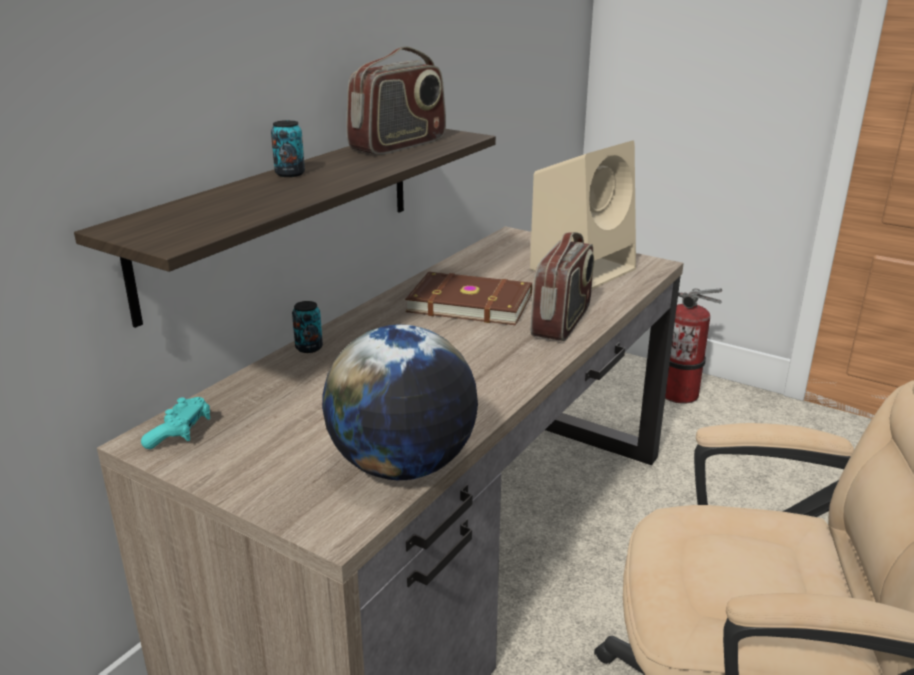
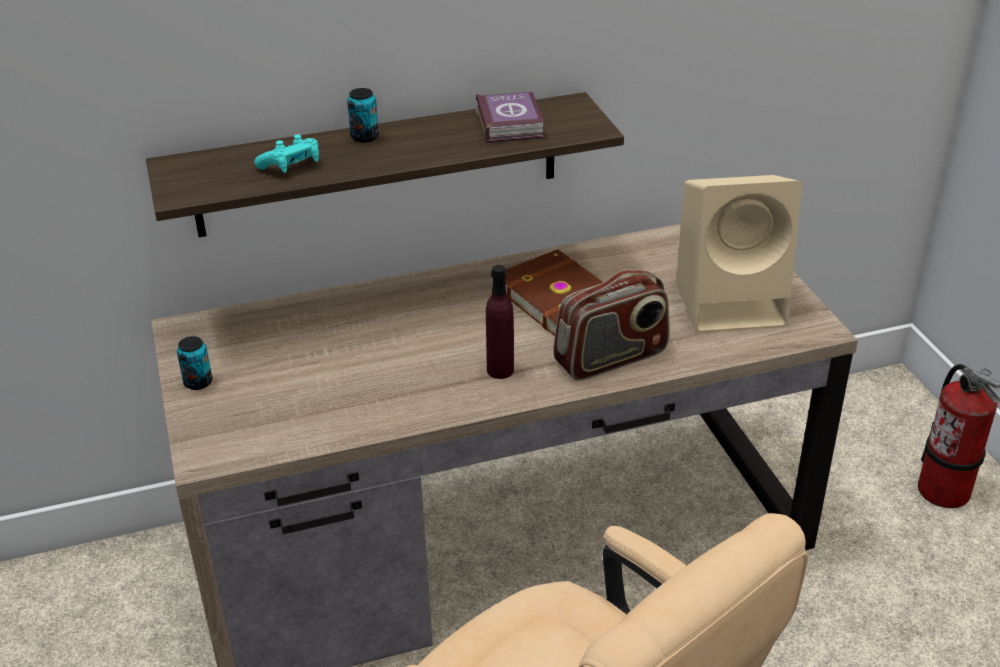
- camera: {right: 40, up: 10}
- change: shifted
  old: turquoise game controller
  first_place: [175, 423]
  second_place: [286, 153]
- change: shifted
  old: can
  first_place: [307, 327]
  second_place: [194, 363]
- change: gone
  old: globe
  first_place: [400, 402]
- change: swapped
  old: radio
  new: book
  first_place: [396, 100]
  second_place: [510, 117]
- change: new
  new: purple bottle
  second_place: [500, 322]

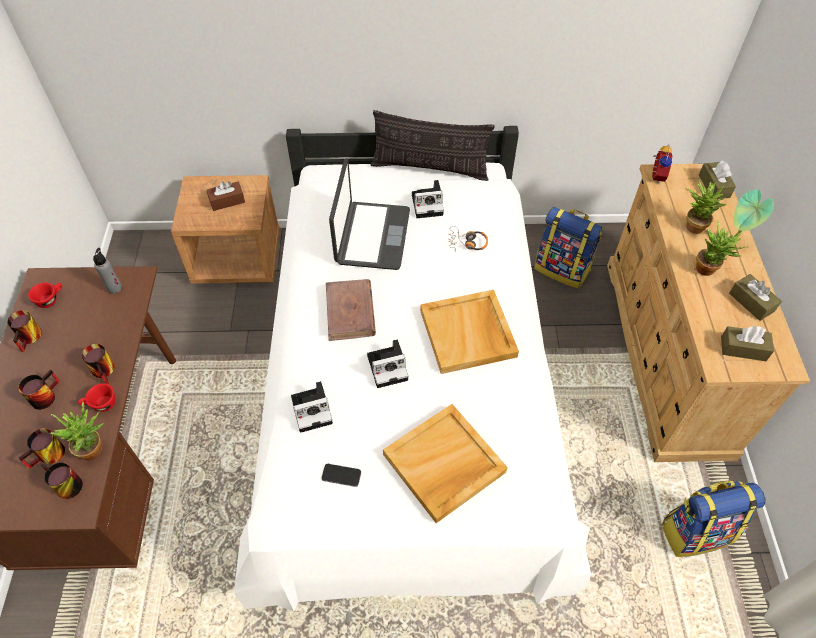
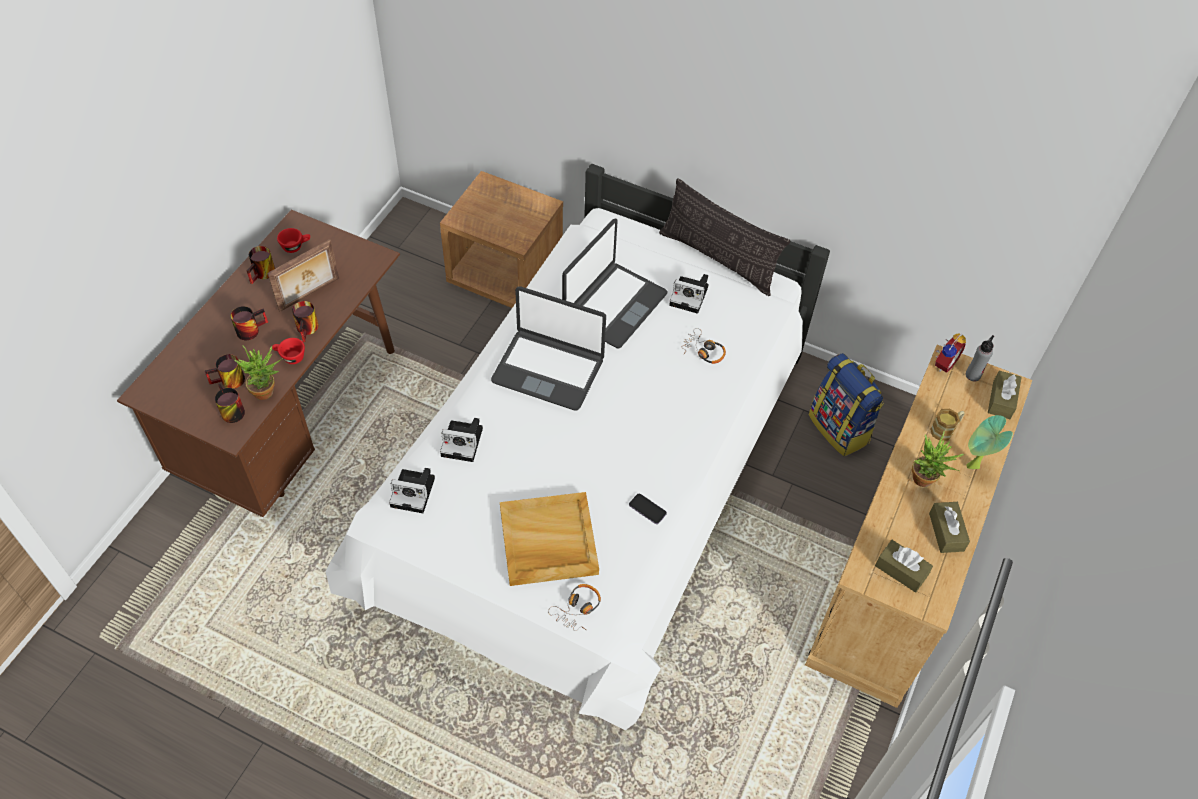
- camera: {right: 25, up: 0}
- change: shifted
  old: grey bottle
  first_place: [107, 271]
  second_place: [980, 358]
- change: gone
  old: brown tissue box
  first_place: [226, 196]
- change: shifted
  old: phone
  first_place: [341, 475]
  second_place: [648, 509]
- change: swapped
  old: brown book
  new: laptop
  first_place: [351, 310]
  second_place: [548, 348]
- change: shifted
  old: photo camera
  first_place: [387, 363]
  second_place: [412, 490]
- change: gone
  old: beige tray
  first_place: [469, 332]
- change: gone
  old: backpack
  first_place: [713, 518]
- change: swapped
  old: potted plant
  new: mug
  first_place: [706, 206]
  second_place: [947, 425]
- change: new
  new: picture frame
  second_place: [303, 275]
- change: new
  new: headphones
  second_place: [574, 607]

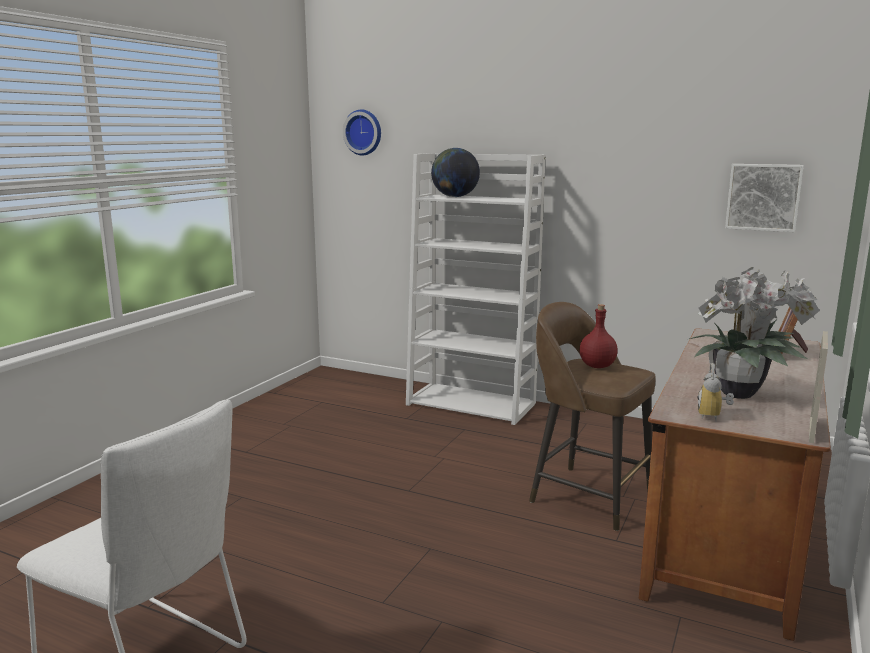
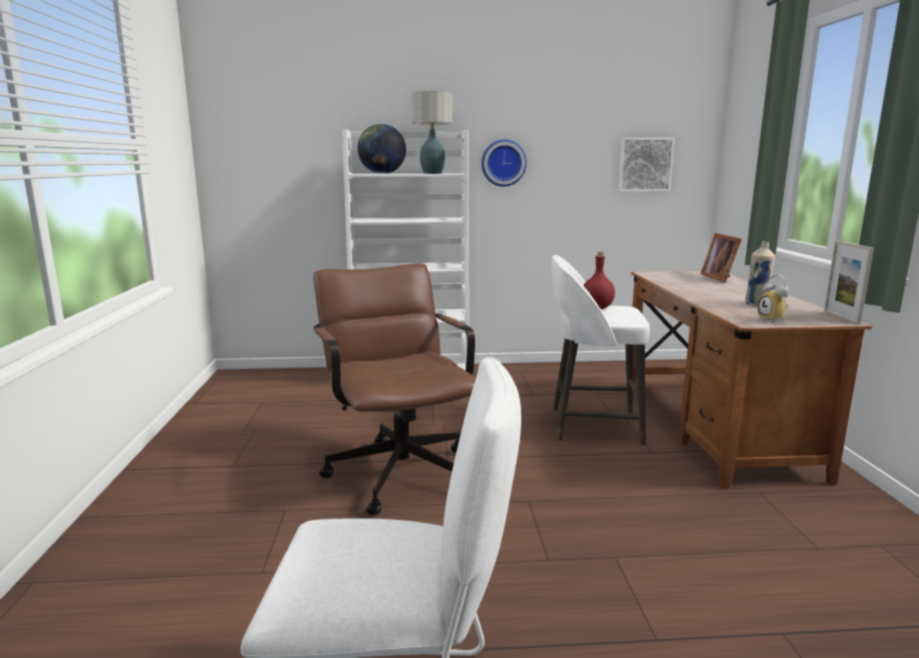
- camera: {right: -30, up: 0}
- change: shifted
  old: wall clock
  first_place: [362, 132]
  second_place: [504, 163]
- change: repainted
  old: brown stool
  new: white stool
  first_place: [592, 416]
  second_place: [600, 350]
- change: swapped
  old: potted plant
  new: beige bottle
  first_place: [754, 333]
  second_place: [760, 273]
- change: new
  new: brown office chair
  second_place: [394, 389]
- change: new
  new: table lamp
  second_place: [432, 132]

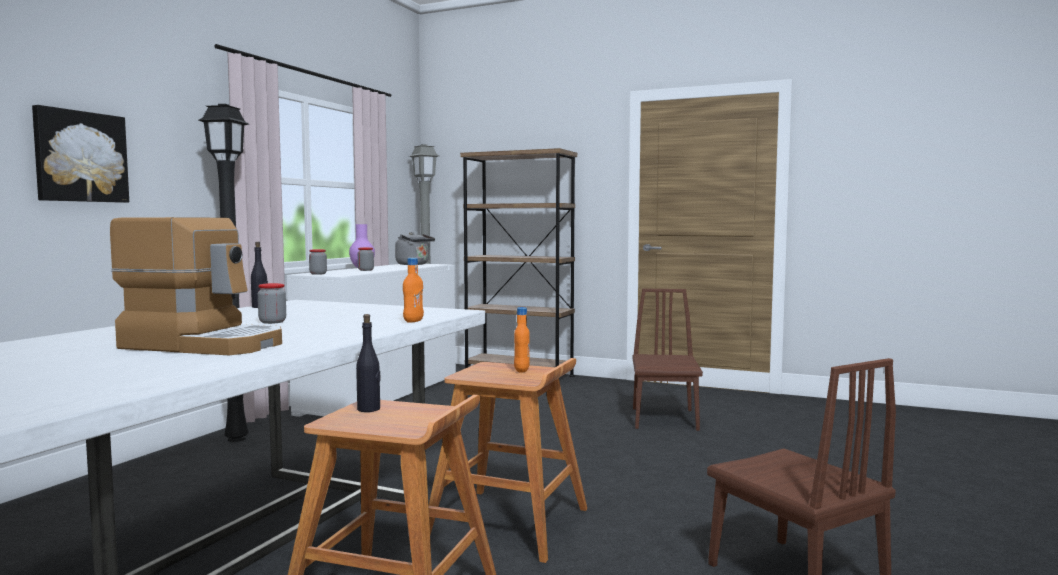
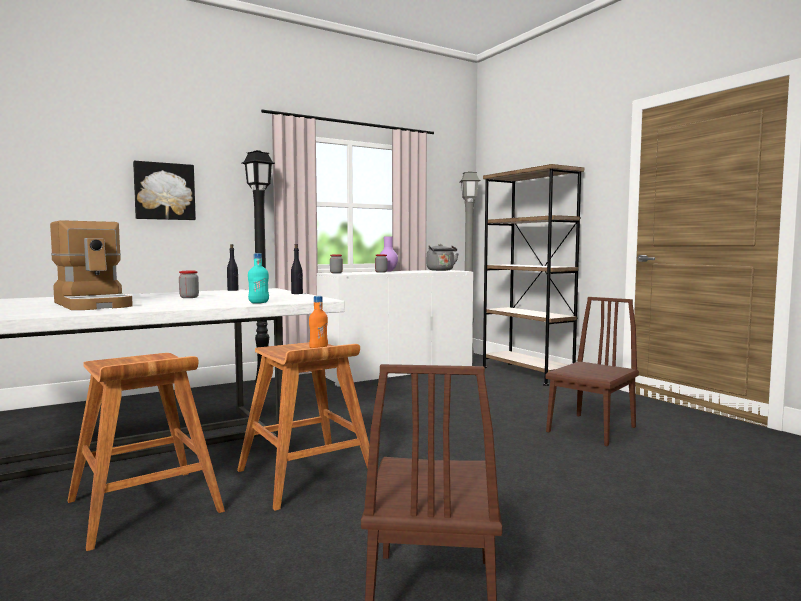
- camera: {right: 35, up: 0}
- change: shifted
  old: black bottle
  first_place: [368, 363]
  second_place: [297, 269]
- change: repainted
  old: orange bottle
  new: turquoise bottle
  first_place: [413, 290]
  second_place: [258, 278]

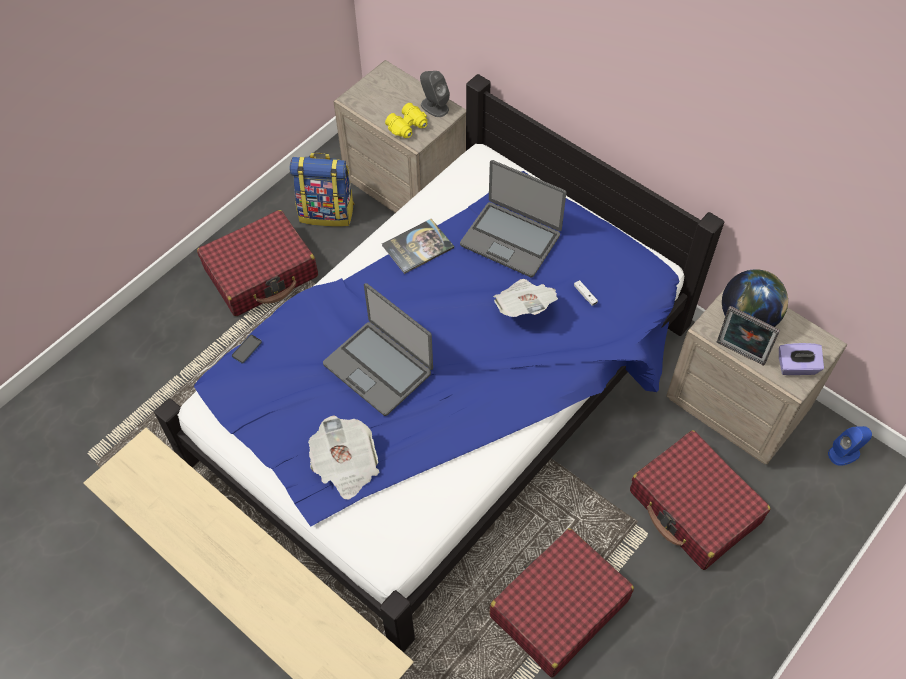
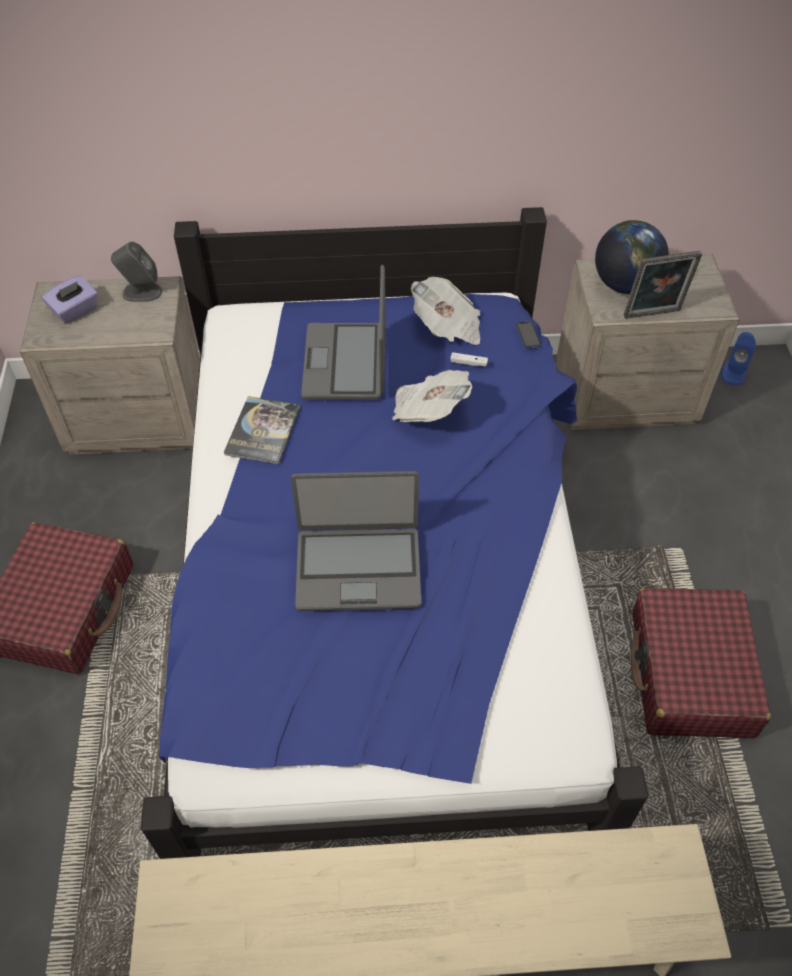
- camera: {right: -45, up: -5}
- change: shifted
  old: phone
  first_place: [247, 349]
  second_place: [528, 334]
- change: gone
  old: backpack
  first_place: [321, 190]
- change: shifted
  old: newspaper
  first_place: [343, 457]
  second_place: [445, 311]
- change: gone
  old: yellow binoculars
  first_place: [406, 120]
- change: rotated
  old: laptop
  first_place: [513, 219]
  second_place: [343, 332]
  degrees: 105
- change: gone
  old: red suitcase
  first_place: [700, 500]
- change: shifted
  old: purple tissue box
  first_place: [801, 359]
  second_place: [70, 299]

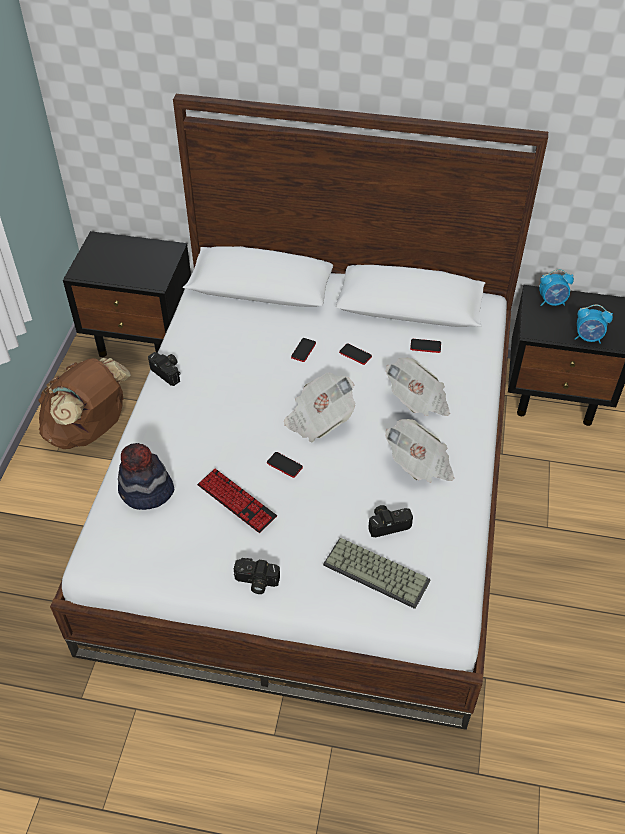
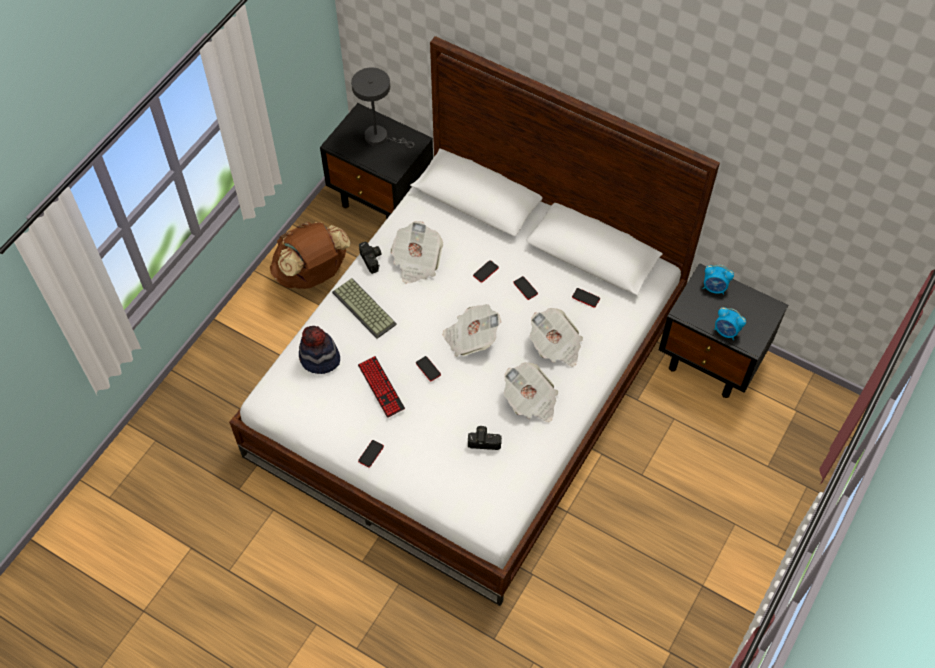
- camera: {right: 20, up: 10}
- change: swapped
  old: photo camera
  new: phone
  first_place: [257, 576]
  second_place: [371, 454]
- change: shifted
  old: keyboard
  first_place: [377, 573]
  second_place: [364, 308]
- change: new
  new: grey table lamp
  second_place: [382, 108]
- change: new
  new: newspaper
  second_place: [417, 252]

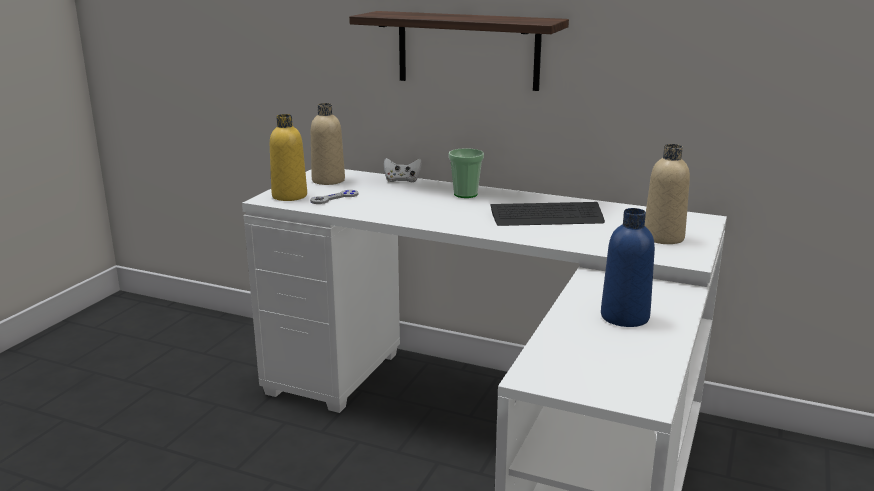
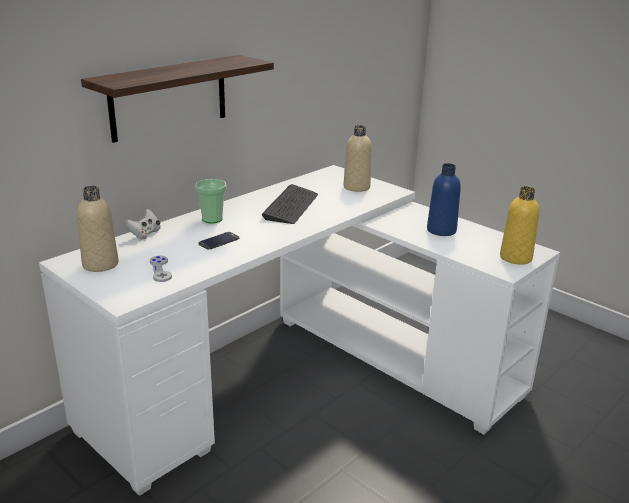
- camera: {right: -70, up: 5}
- change: shifted
  old: yellow bottle
  first_place: [288, 157]
  second_place: [519, 225]
- change: new
  new: phone
  second_place: [219, 241]

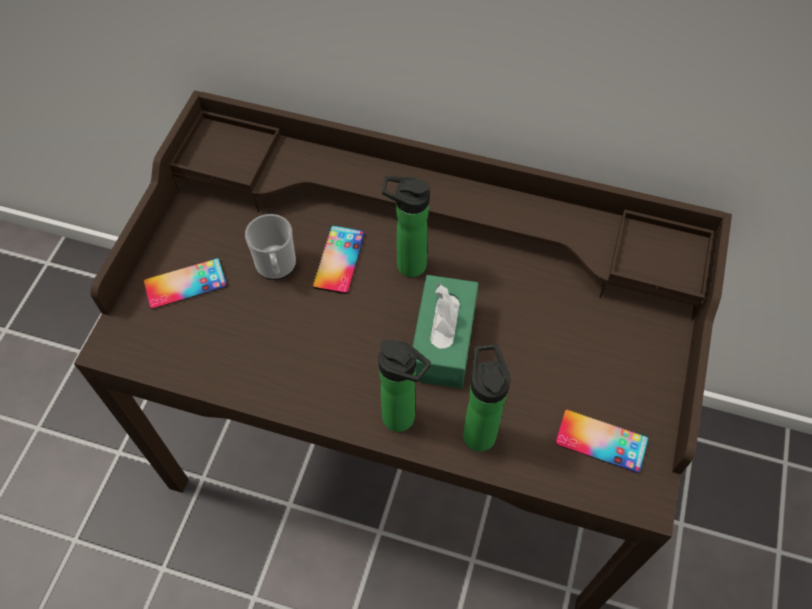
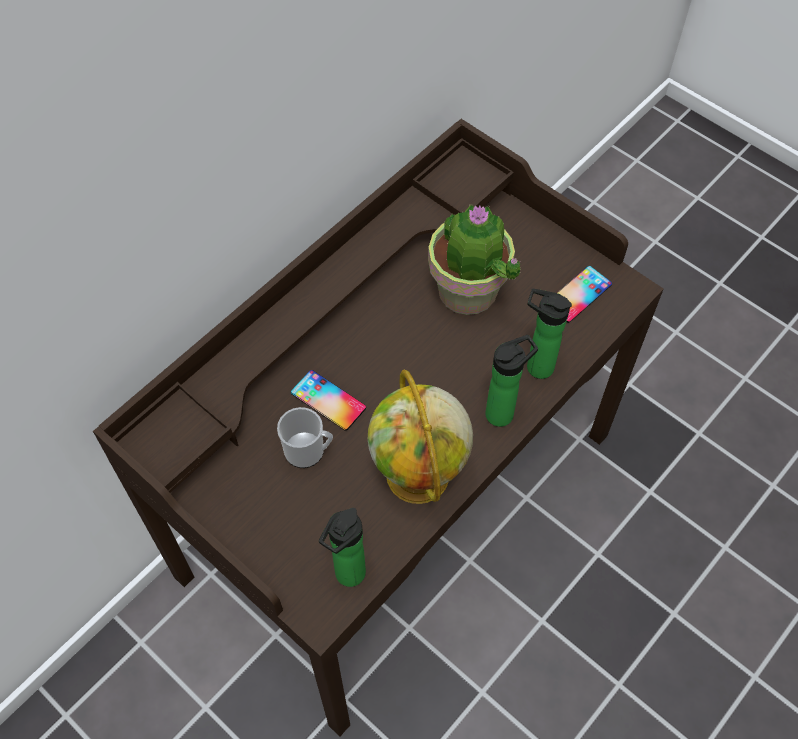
- camera: {right: -65, up: 0}
- change: gone
  old: phone
  first_place: [185, 283]
- change: shifted
  old: bottle
  first_place: [406, 226]
  second_place: [342, 547]
- change: gone
  old: green tissue box
  first_place: [446, 332]
- change: new
  new: globe
  second_place: [420, 437]
- change: new
  new: potted plant
  second_place: [474, 259]

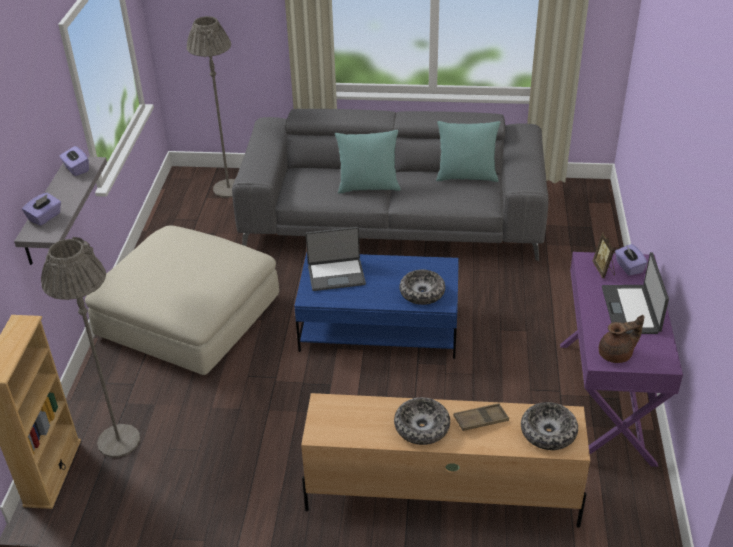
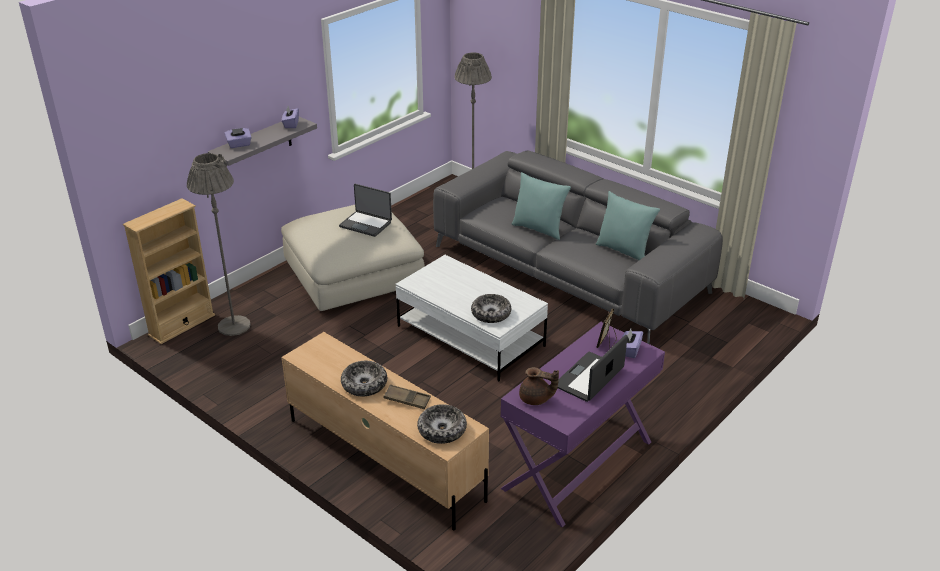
- camera: {right: 35, up: -5}
- change: repainted
  old: blue coffee table
  new: white coffee table
  first_place: [376, 305]
  second_place: [471, 318]
- change: shifted
  old: laptop
  first_place: [336, 259]
  second_place: [365, 210]

